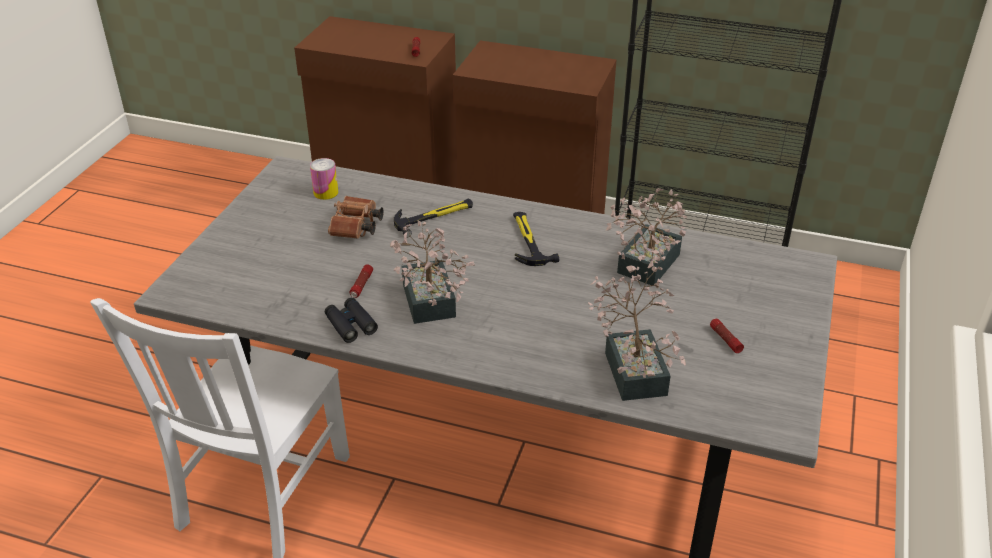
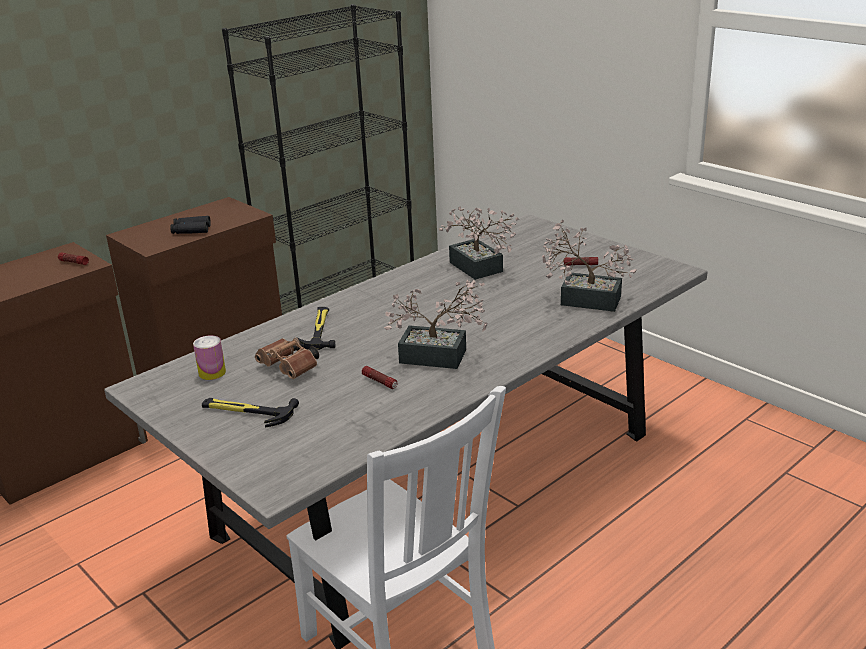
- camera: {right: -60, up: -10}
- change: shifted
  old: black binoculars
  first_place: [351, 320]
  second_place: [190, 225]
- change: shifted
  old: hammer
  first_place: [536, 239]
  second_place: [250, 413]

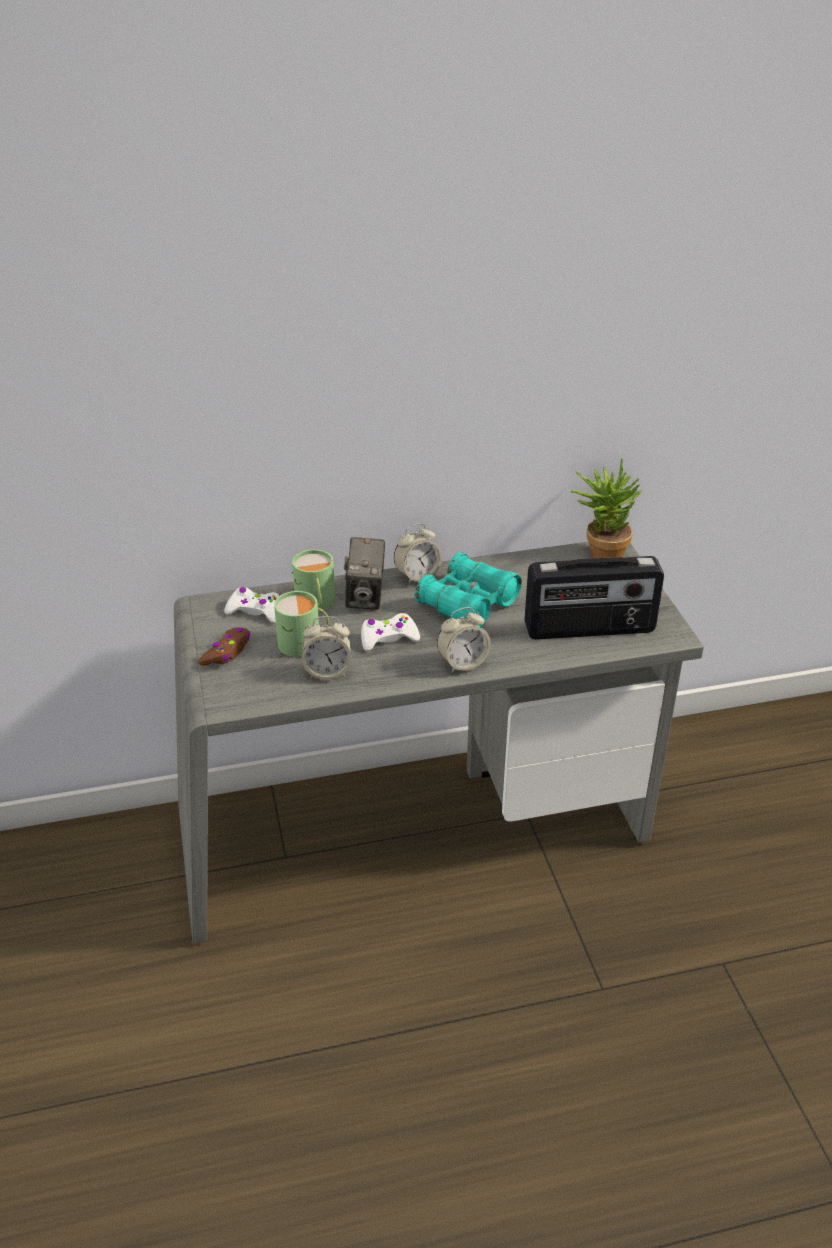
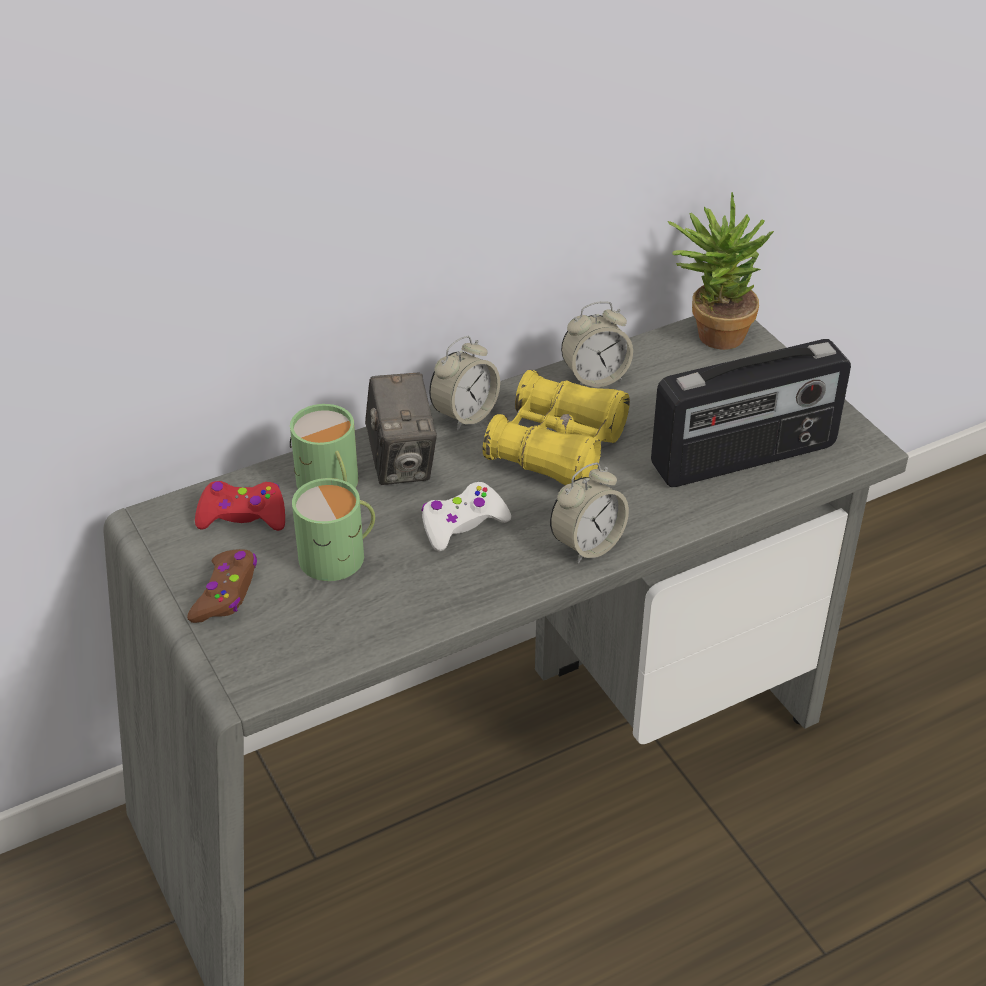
- camera: {right: -15, up: 5}
- change: repainted
  old: white game controller
  new: red game controller
  first_place: [252, 605]
  second_place: [240, 506]
- change: shifted
  old: alarm clock
  first_place: [327, 648]
  second_place: [597, 344]
- change: repainted
  old: turquoise binoculars
  new: yellow binoculars
  first_place: [468, 589]
  second_place: [556, 427]

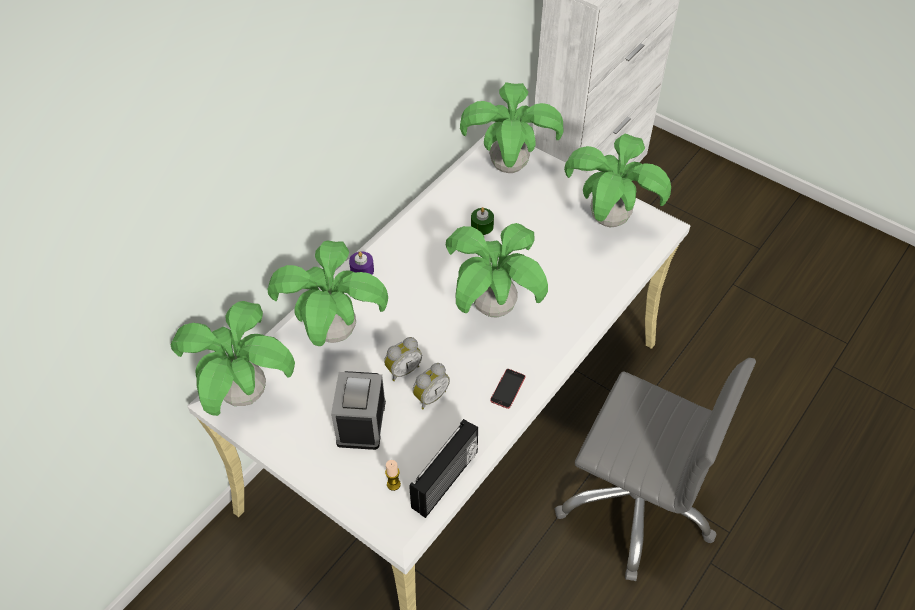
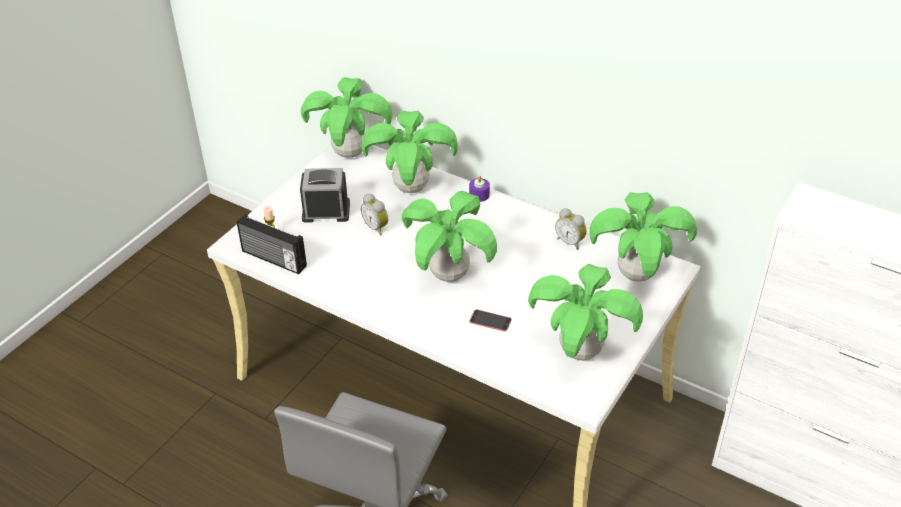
- camera: {right: 85, up: -10}
- change: shifted
  old: alarm clock
  first_place: [431, 386]
  second_place: [571, 229]
- change: gone
  old: green candle
  first_place: [482, 221]
- change: shifted
  old: phone
  first_place: [508, 389]
  second_place: [490, 320]

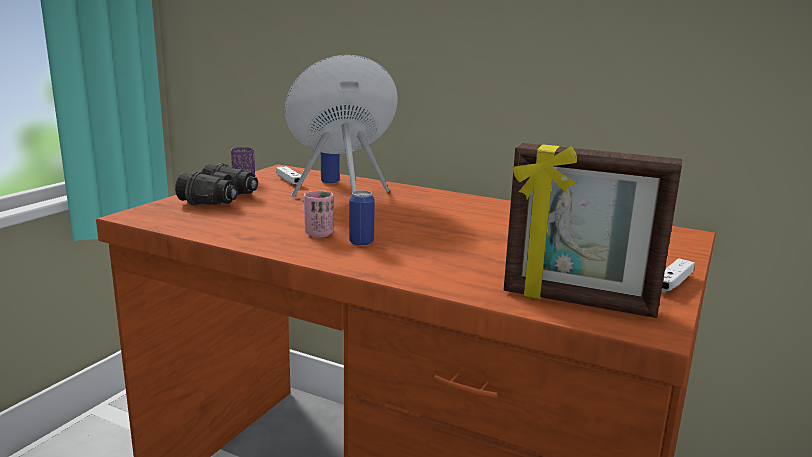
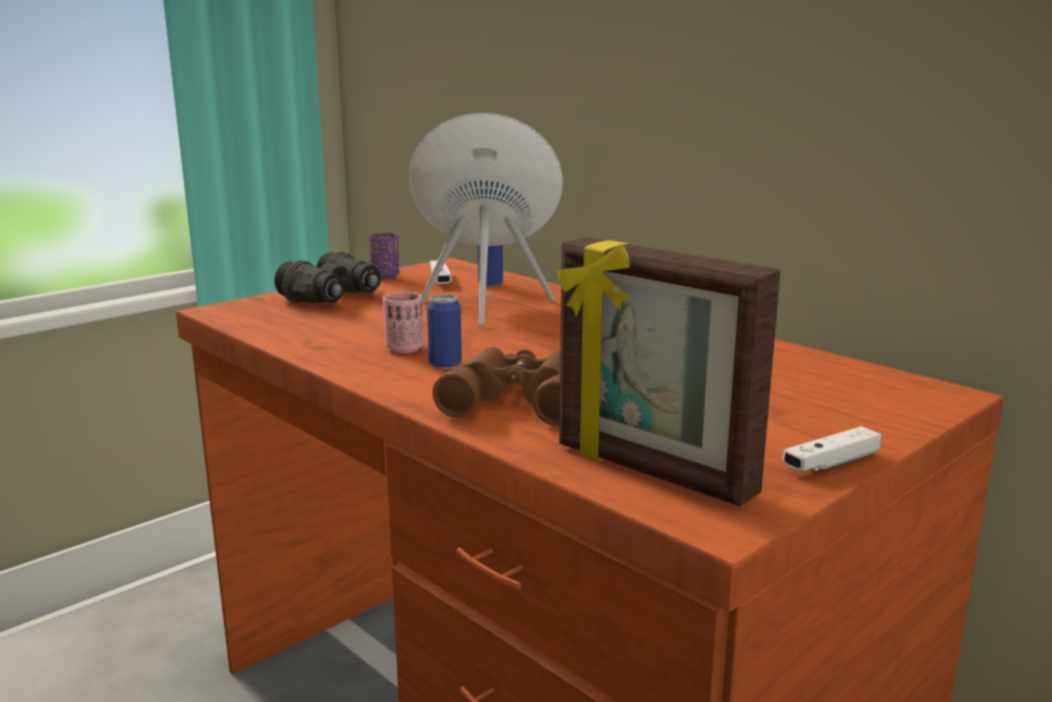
- camera: {right: 20, up: 0}
- change: new
  new: brown binoculars
  second_place: [496, 386]

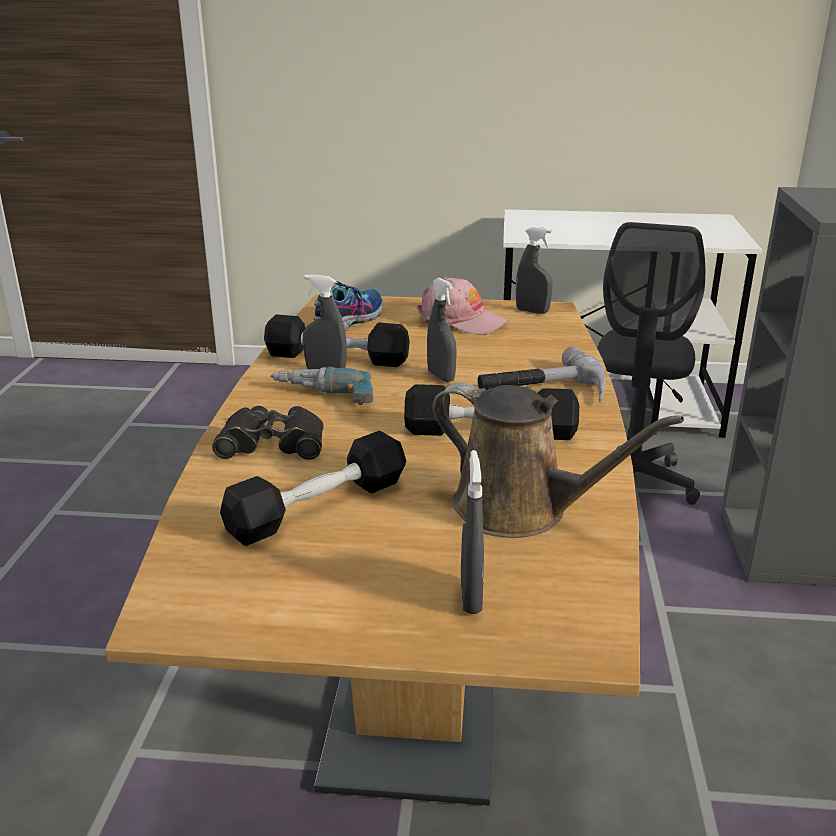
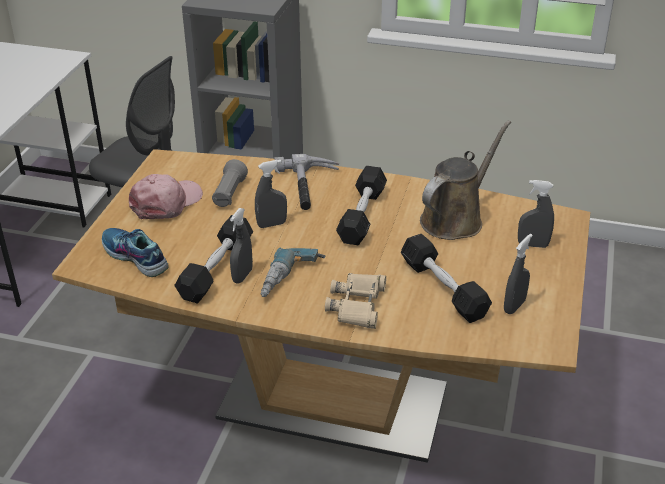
- camera: {right: -80, up: 10}
- change: repainted
  old: black binoculars
  new: beige binoculars
  first_place: [268, 433]
  second_place: [355, 301]
- change: shifted
  old: grey spray bottle
  first_place: [534, 270]
  second_place: [518, 274]
- change: new
  new: grey flashlight
  second_place: [230, 183]

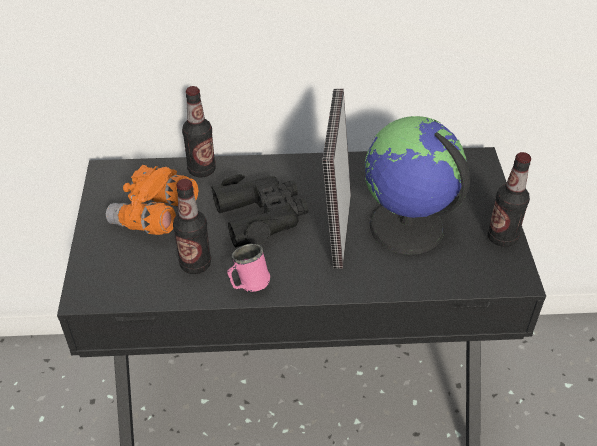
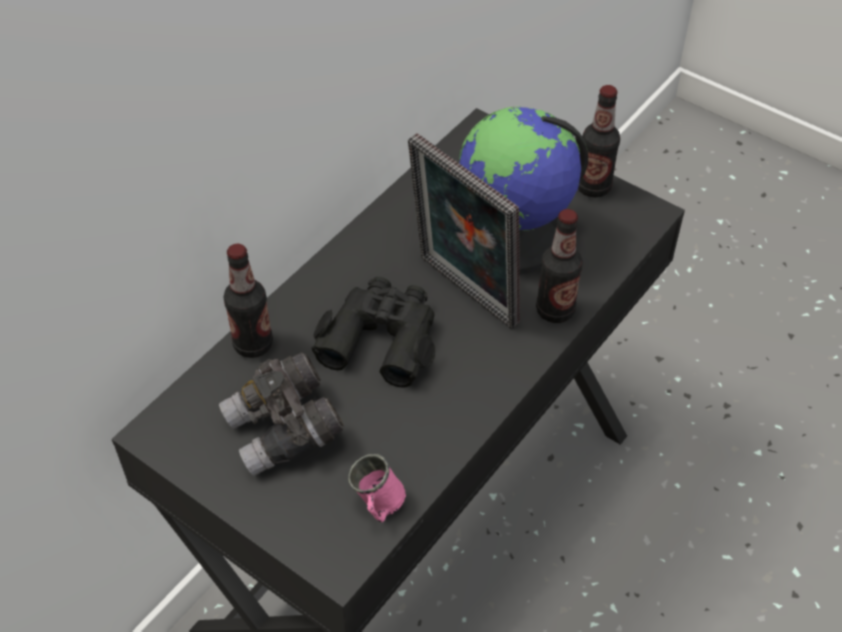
- camera: {right: -50, up: 5}
- change: repainted
  old: orange binoculars
  new: grey binoculars
  first_place: [152, 200]
  second_place: [281, 414]
- change: shifted
  old: bottle
  first_place: [192, 226]
  second_place: [559, 266]
- change: shifted
  old: pink mug
  first_place: [248, 268]
  second_place: [377, 488]

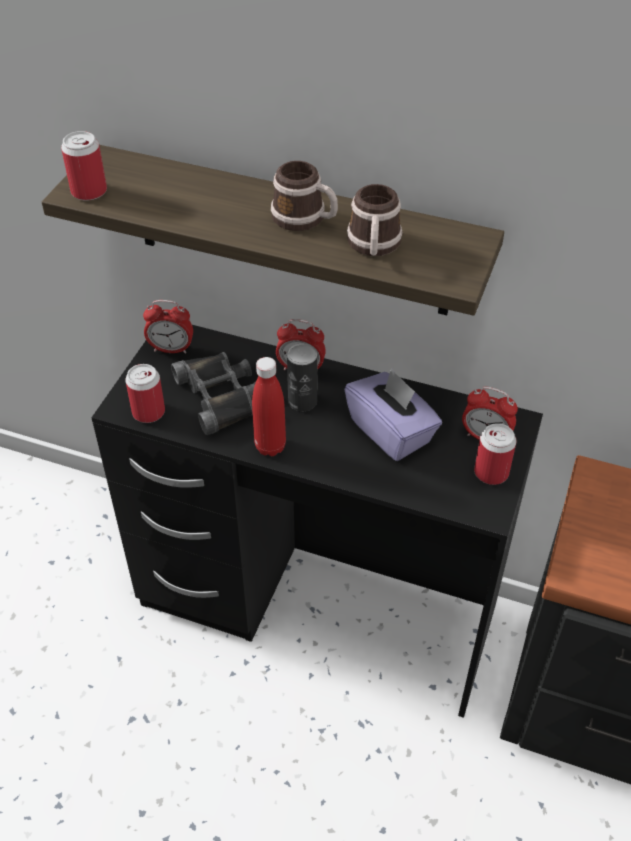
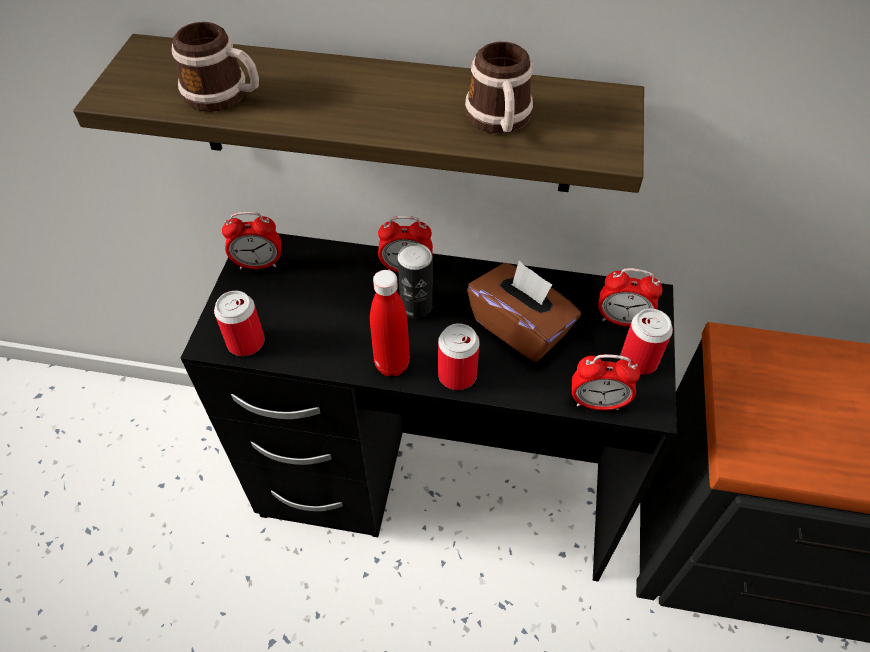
- camera: {right: -10, up: 5}
- change: shifted
  old: can
  first_place: [84, 166]
  second_place: [459, 356]
- change: gone
  old: black binoculars
  first_place: [214, 393]
- change: shifted
  old: mug
  first_place: [304, 196]
  second_place: [215, 67]
- change: repainted
  old: purple tissue box
  new: brown tissue box
  first_place: [393, 414]
  second_place: [524, 311]
- change: new
  new: alarm clock
  second_place: [606, 382]

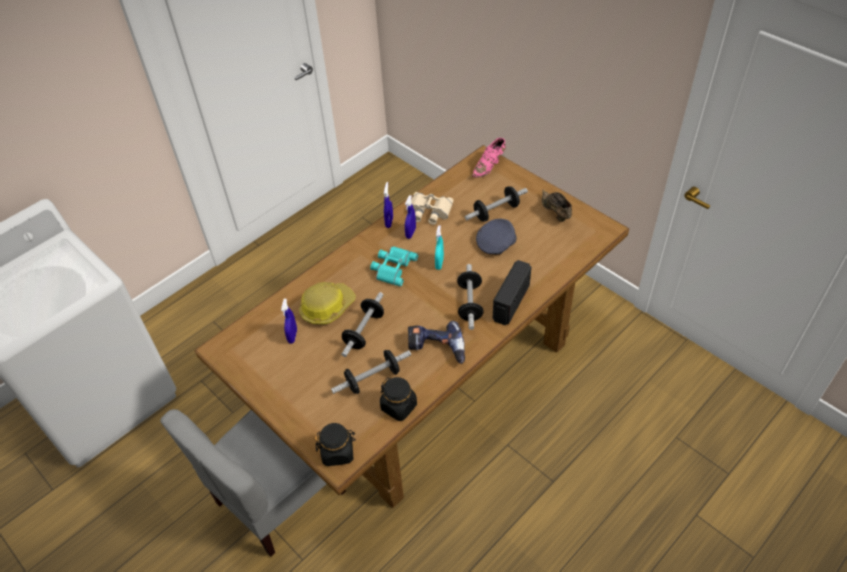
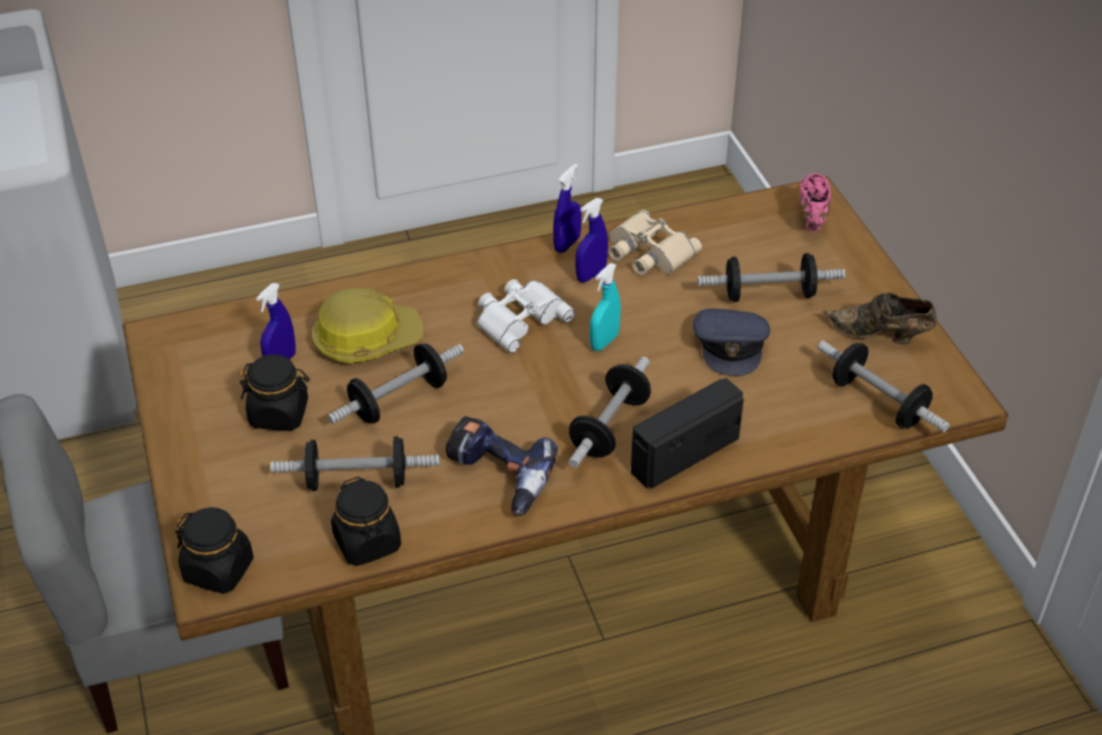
- camera: {right: 25, up: -5}
- change: repainted
  old: turquoise binoculars
  new: white binoculars
  first_place: [394, 266]
  second_place: [526, 316]
- change: rotated
  old: pink shoe
  first_place: [489, 157]
  second_place: [815, 202]
  degrees: 120
- change: rotated
  old: grey cap
  first_place: [496, 236]
  second_place: [731, 342]
  degrees: 105
- change: rotated
  old: brown shoe
  first_place: [557, 206]
  second_place: [880, 318]
  degrees: -75
- change: new
  new: black jar
  second_place: [275, 392]
- change: new
  new: dumbbell
  second_place: [883, 386]

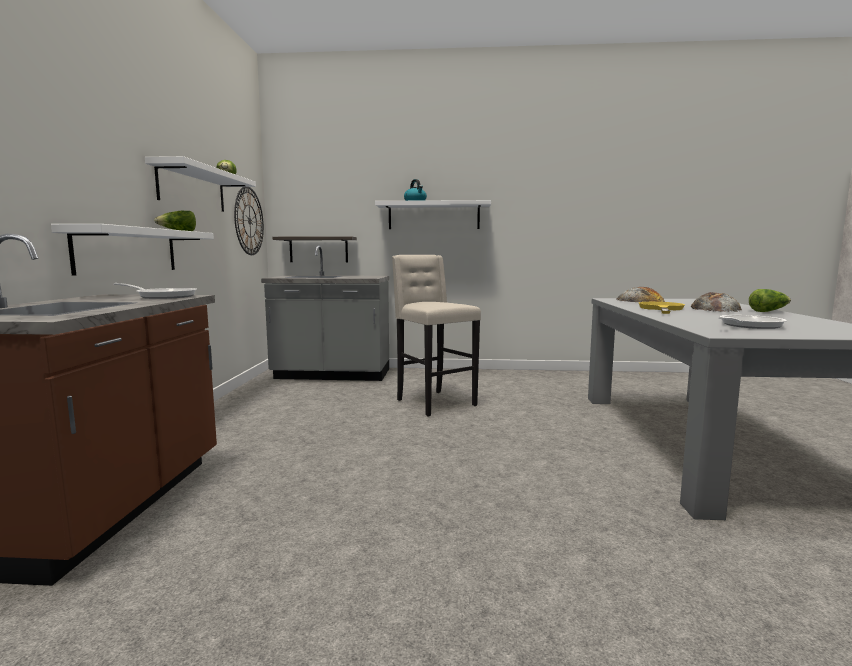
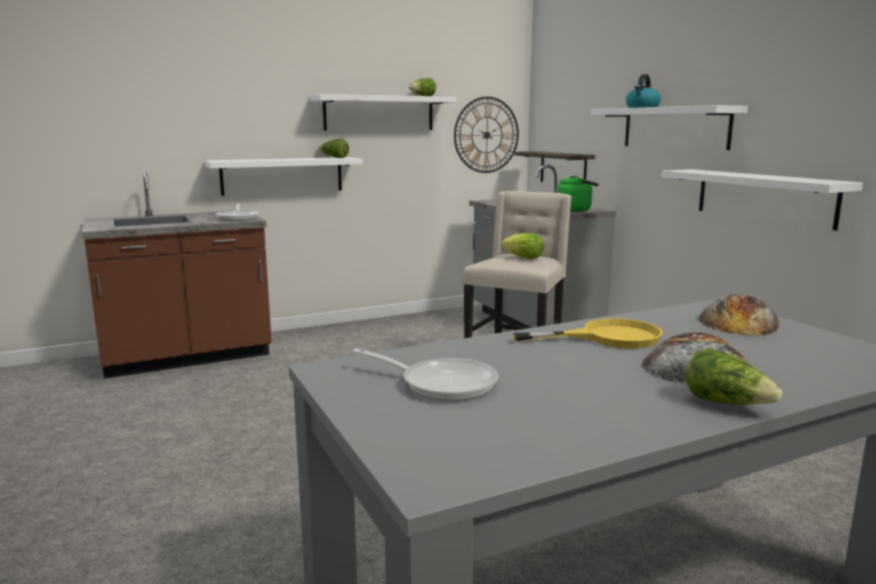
- camera: {right: 60, up: 5}
- change: new
  new: lettuce
  second_place: [522, 246]
- change: new
  new: green kettle
  second_place: [577, 193]
- change: new
  new: white shelf
  second_place: [762, 200]

